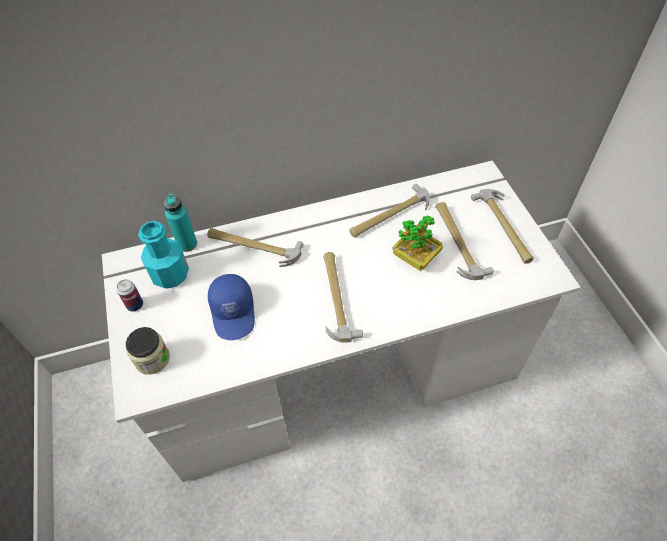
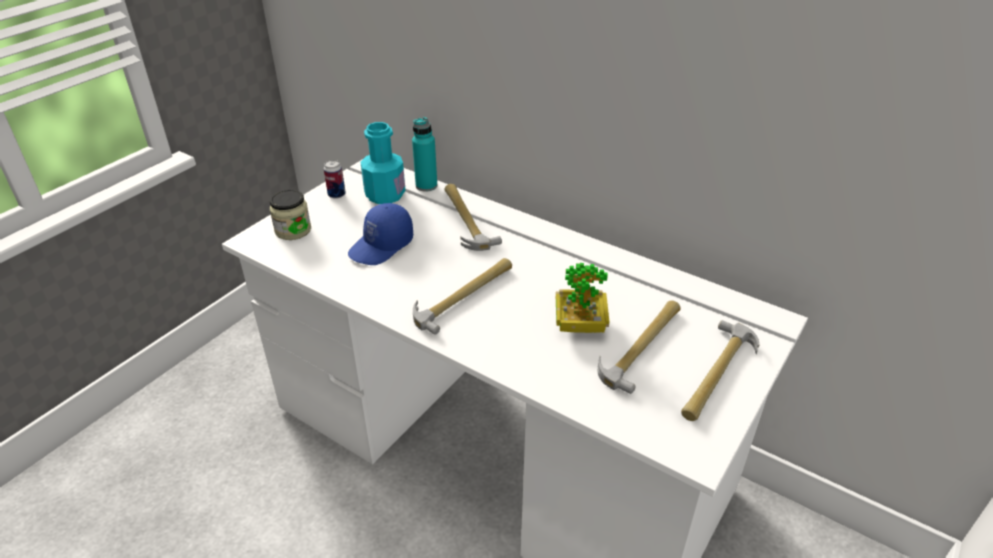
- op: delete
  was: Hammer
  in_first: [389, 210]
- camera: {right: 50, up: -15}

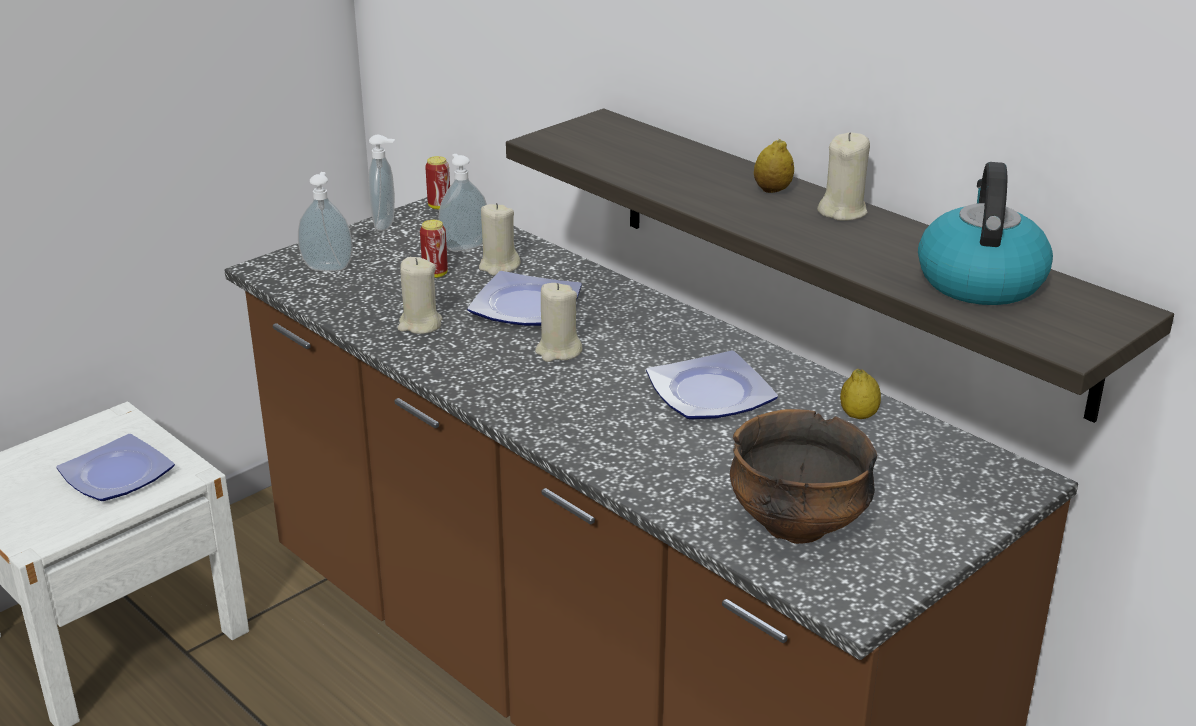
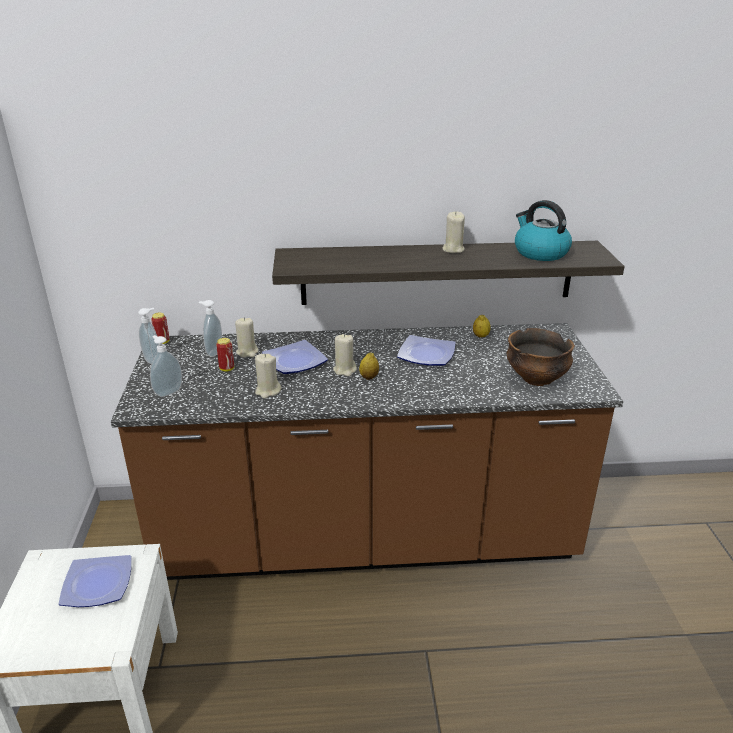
- op: move
  was: Zitrone
  in_first: [774, 166]
  in_second: [369, 366]
- camera: {right: -50, up: 0}

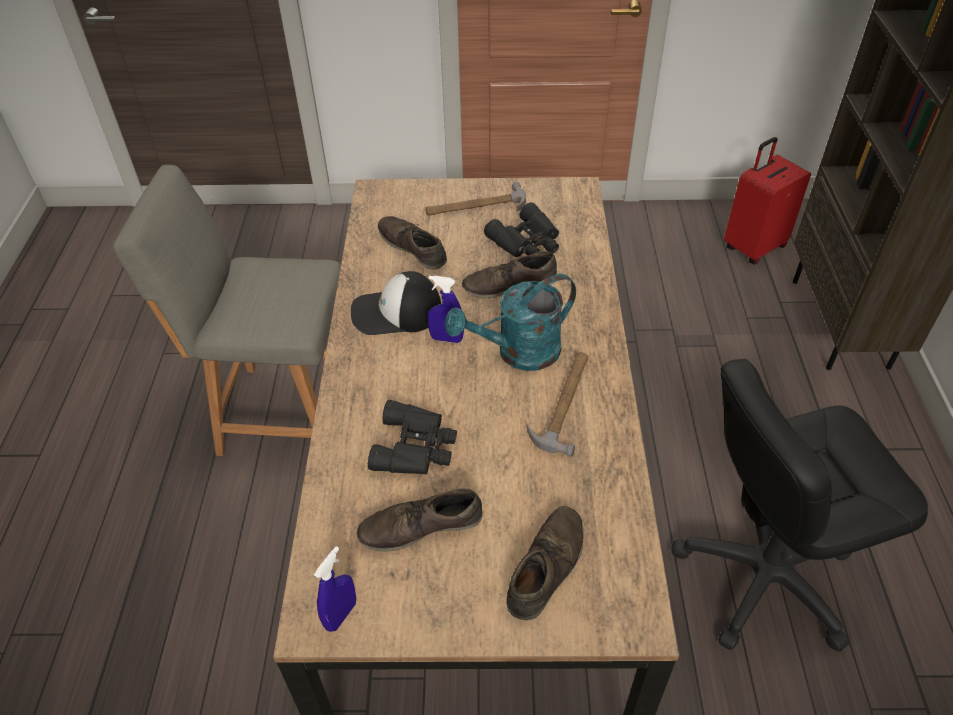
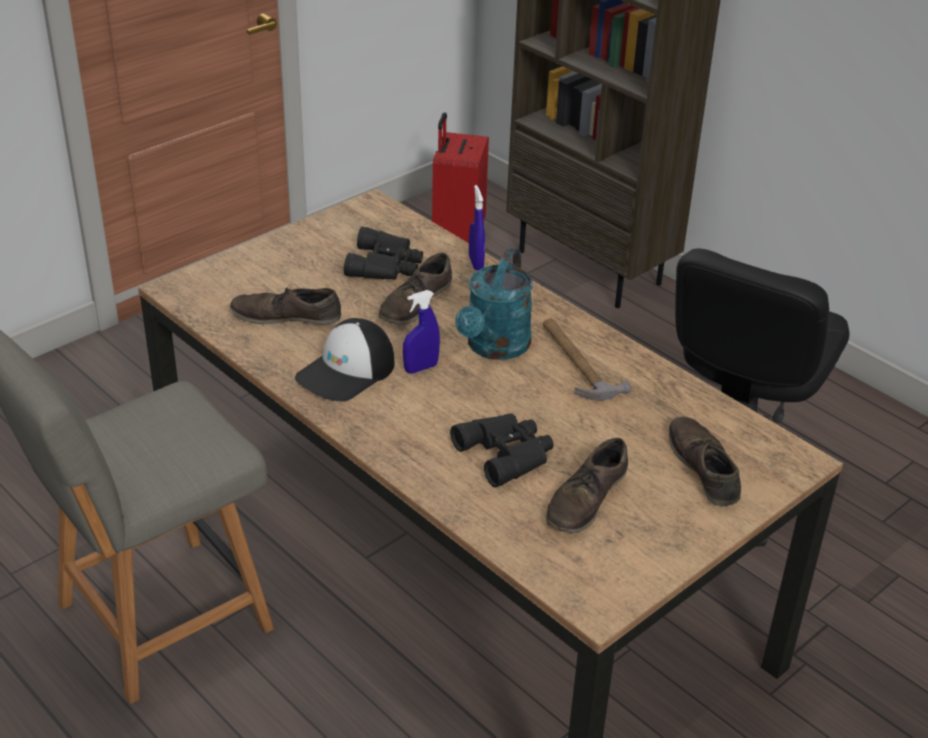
- op: delete
  was: Hammer
  in_first: [475, 199]
- op: move
  was: Sprühflasche (blau)
  in_first: [335, 589]
  in_second: [477, 227]
- camera: {right: -45, up: -10}

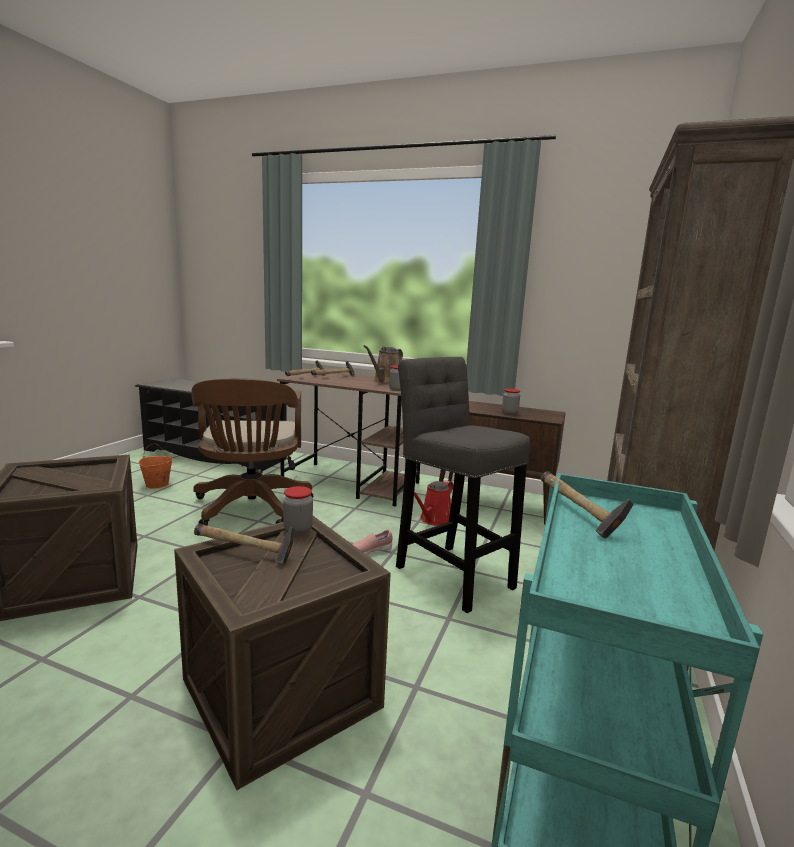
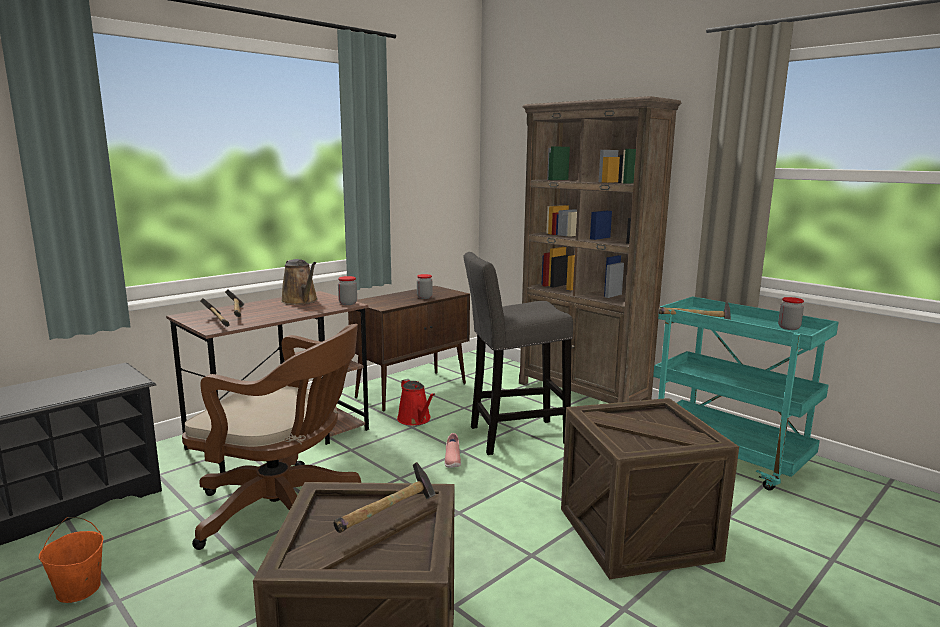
- op: move
  was: Vorratsglas
  in_first: [298, 510]
  in_second: [791, 313]
- op: move
  was: Hammer
  in_first: [244, 544]
  in_second: [385, 497]
- camera: {right: -65, up: 0}

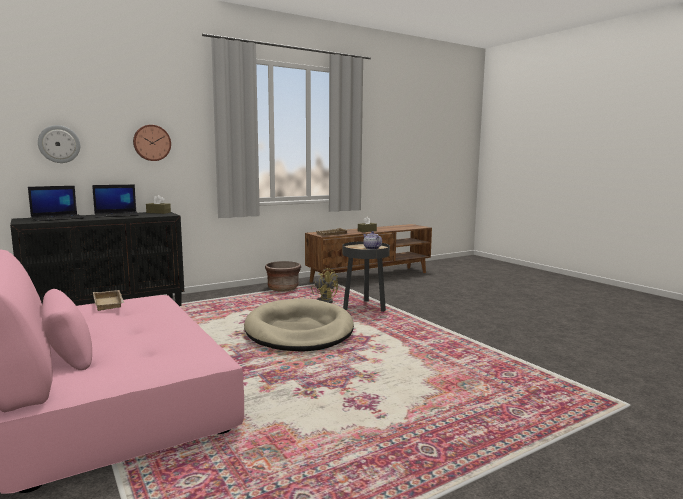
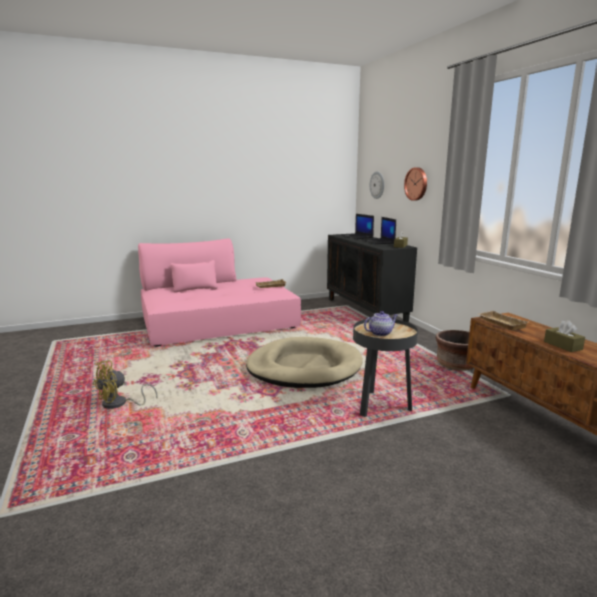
- op: move
  was: Ventilator (gelb)
  in_first: [324, 285]
  in_second: [125, 384]
- camera: {right: 100, up: 5}

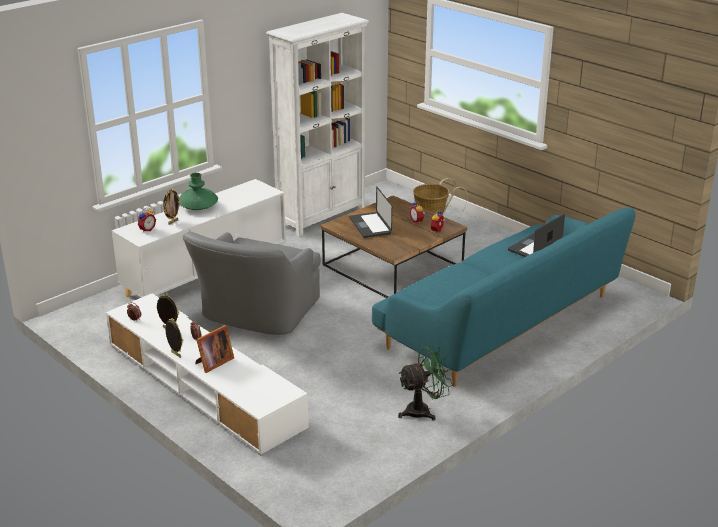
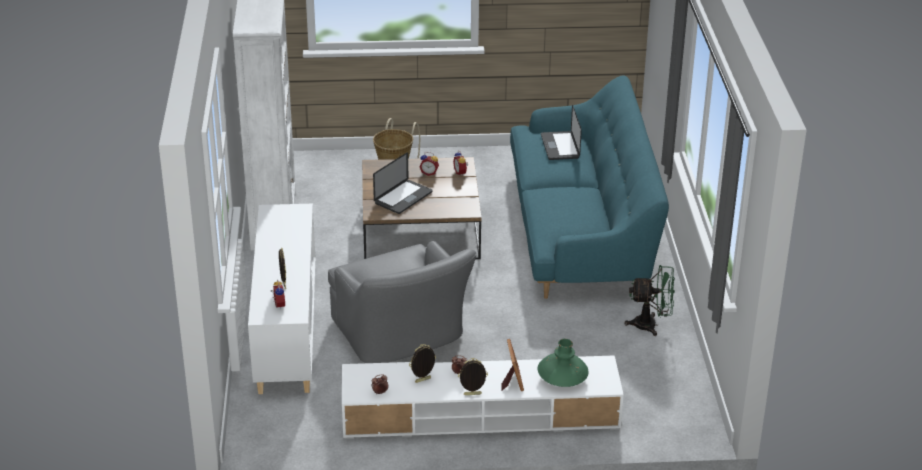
- op: move
  was: Vase (grün)
  in_first: [198, 191]
  in_second: [563, 363]
- op: rotate
  was: Laptop
  in_first: [370, 212]
  in_second: [403, 183]
  clockwise: -75
- op: rotate
  was: Ventilator (grün)
  in_first: [425, 383]
  in_second: [649, 300]
  clockwise: 75
- camera: {right: -50, up: 5}

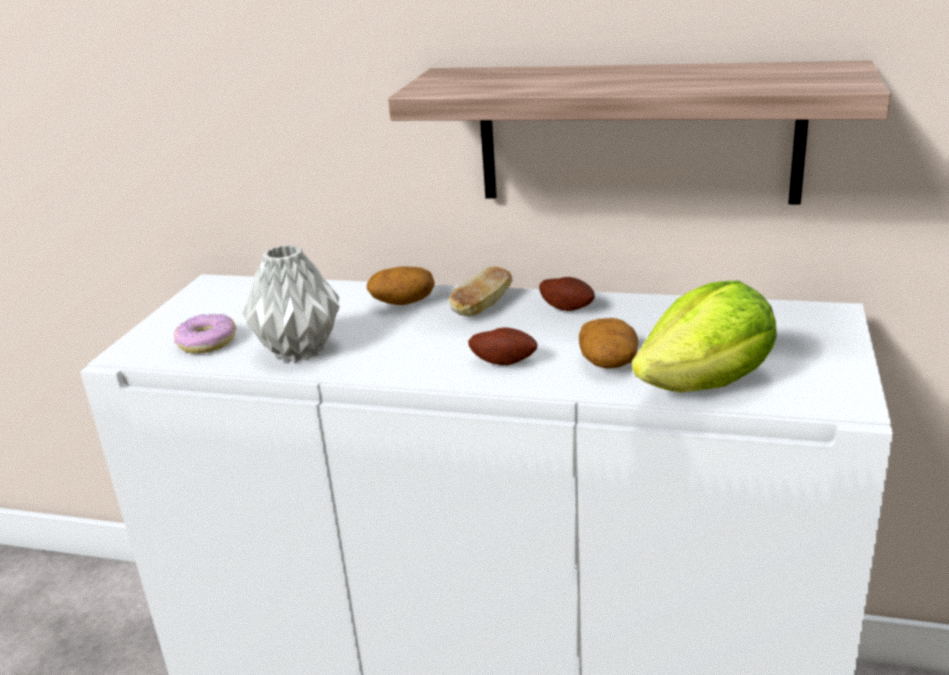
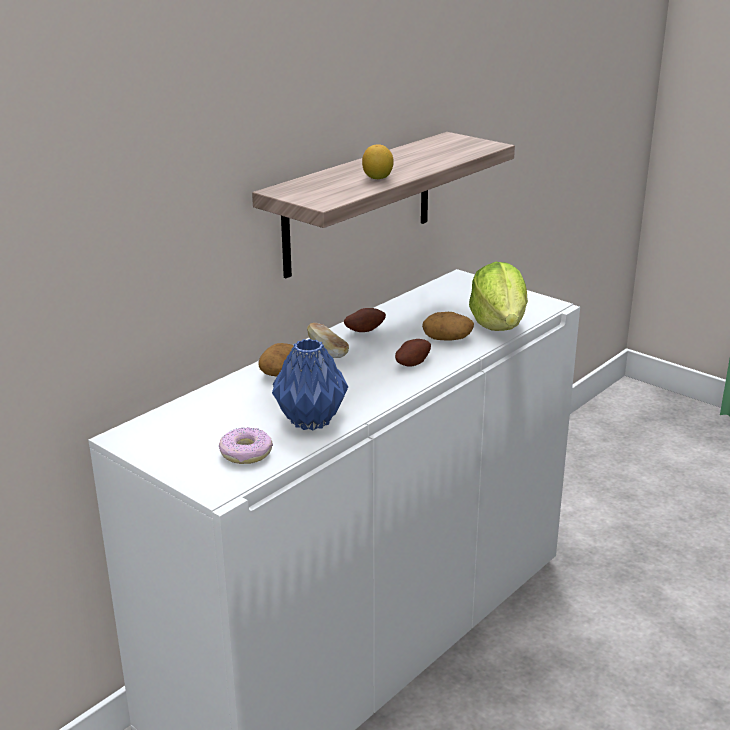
- op: recolor
  was: Vase (grau)
  now: Vase (blau)
  in_first: [291, 303]
  in_second: [310, 384]
- op: insert
  now: Zitrone
  in_second: [378, 161]
- camera: {right: -65, up: 0}

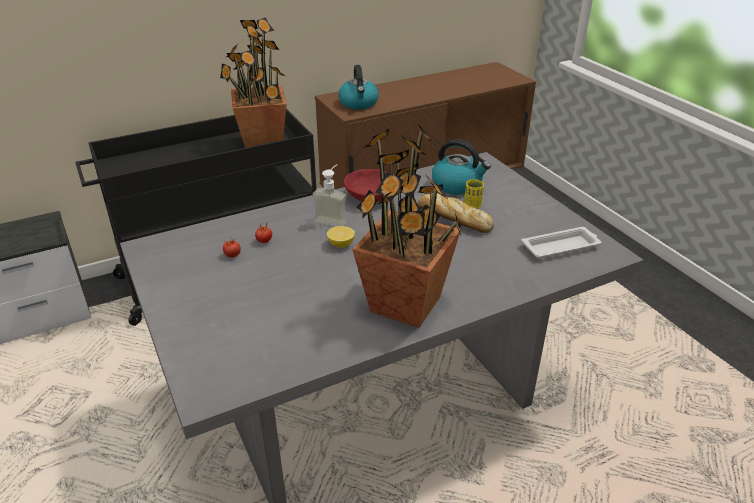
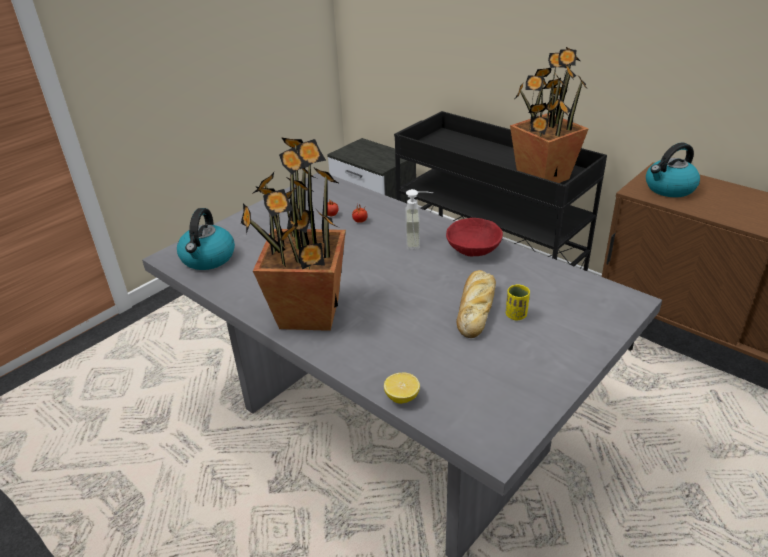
- op: move
  was: Wasserkessel
  in_first: [461, 167]
  in_second: [206, 239]
- op: move
  was: Zitrone
  in_first: [341, 237]
  in_second: [402, 388]
- op: delete
  was: Tablett (weiß)
  in_first: [561, 243]
- camera: {right: 70, up: 0}

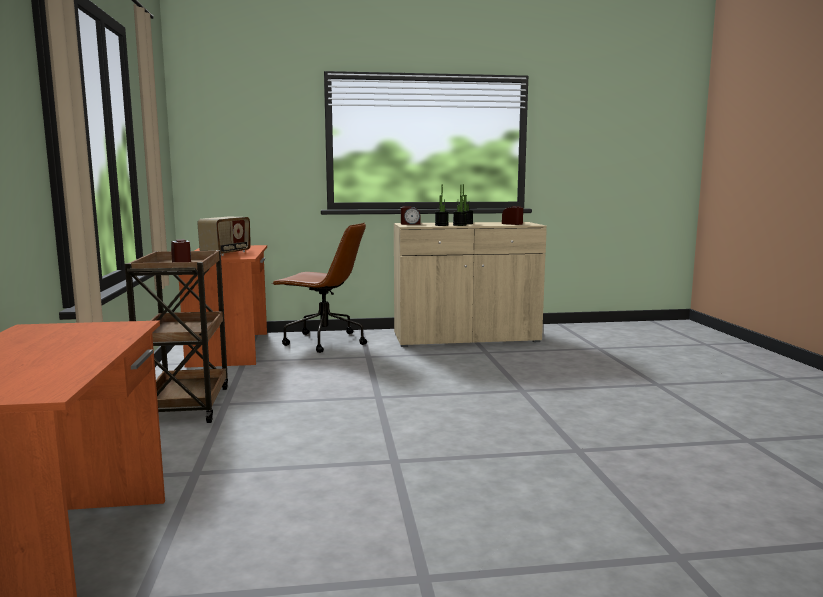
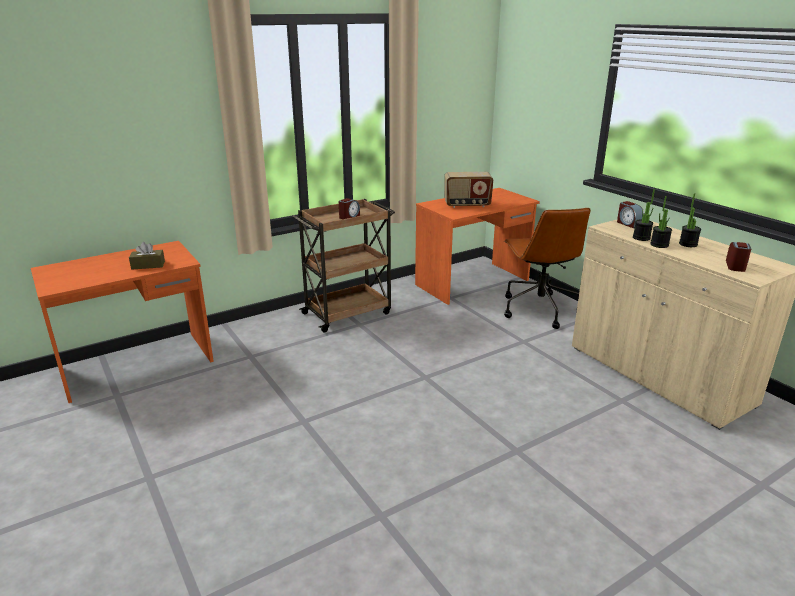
- op: insert
  now: Taschentuchbox (braun)
  in_second: [147, 256]
- camera: {right: 65, up: 15}

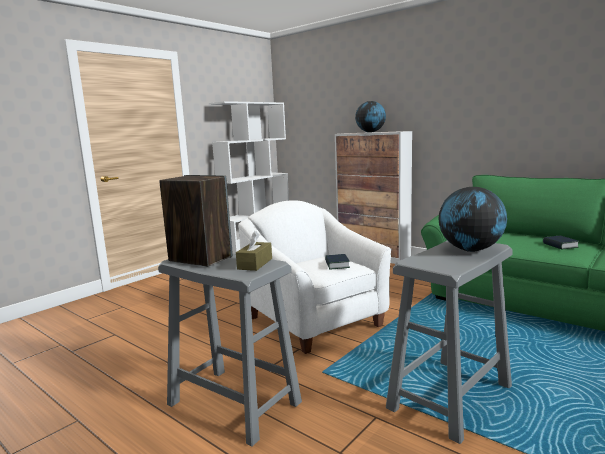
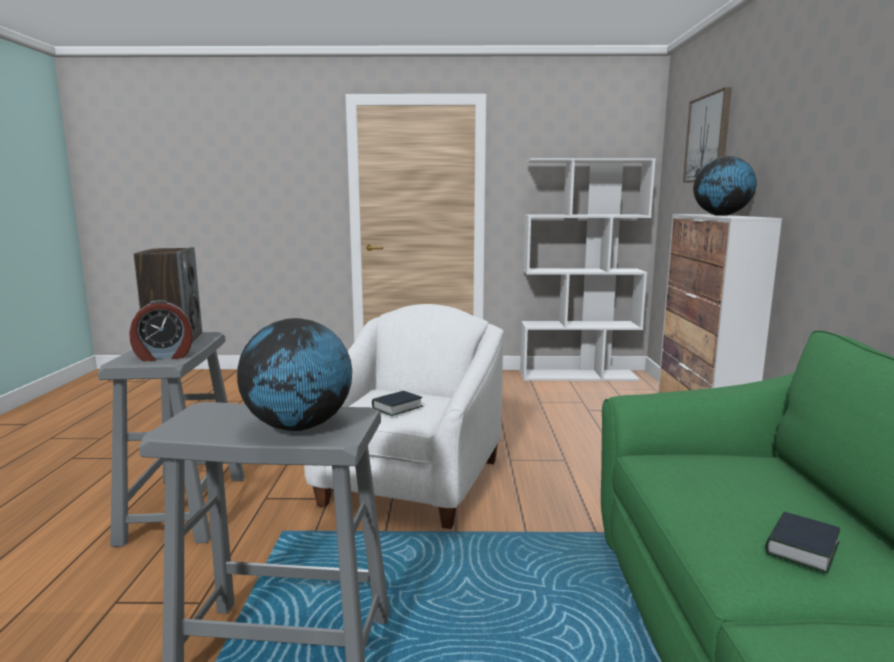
- op: replace
  was: Taschentuchbox (braun)
  now: Wecker
  in_first: [254, 251]
  in_second: [161, 331]
- op: insert
  now: Bild
  in_second: [707, 135]
- camera: {right: 50, up: 0}

